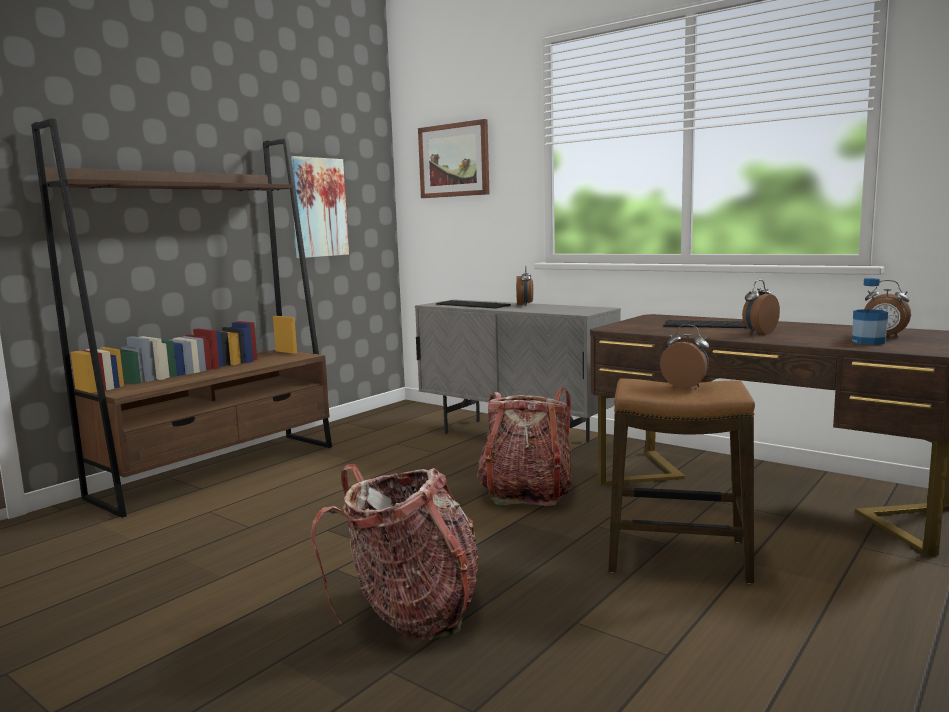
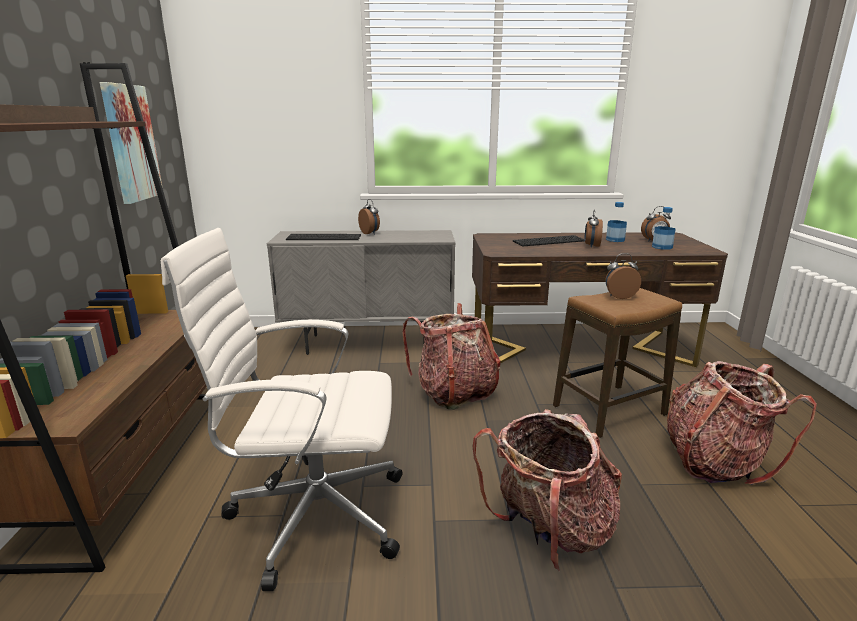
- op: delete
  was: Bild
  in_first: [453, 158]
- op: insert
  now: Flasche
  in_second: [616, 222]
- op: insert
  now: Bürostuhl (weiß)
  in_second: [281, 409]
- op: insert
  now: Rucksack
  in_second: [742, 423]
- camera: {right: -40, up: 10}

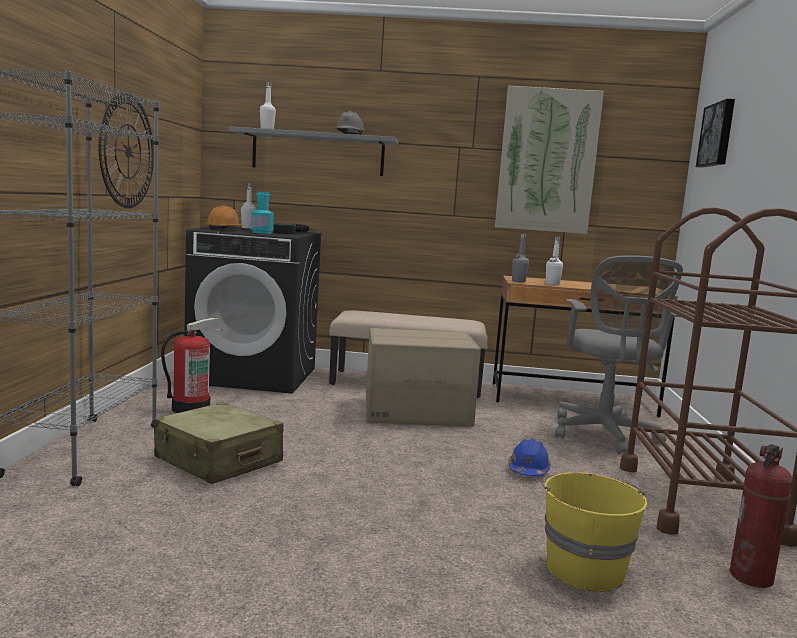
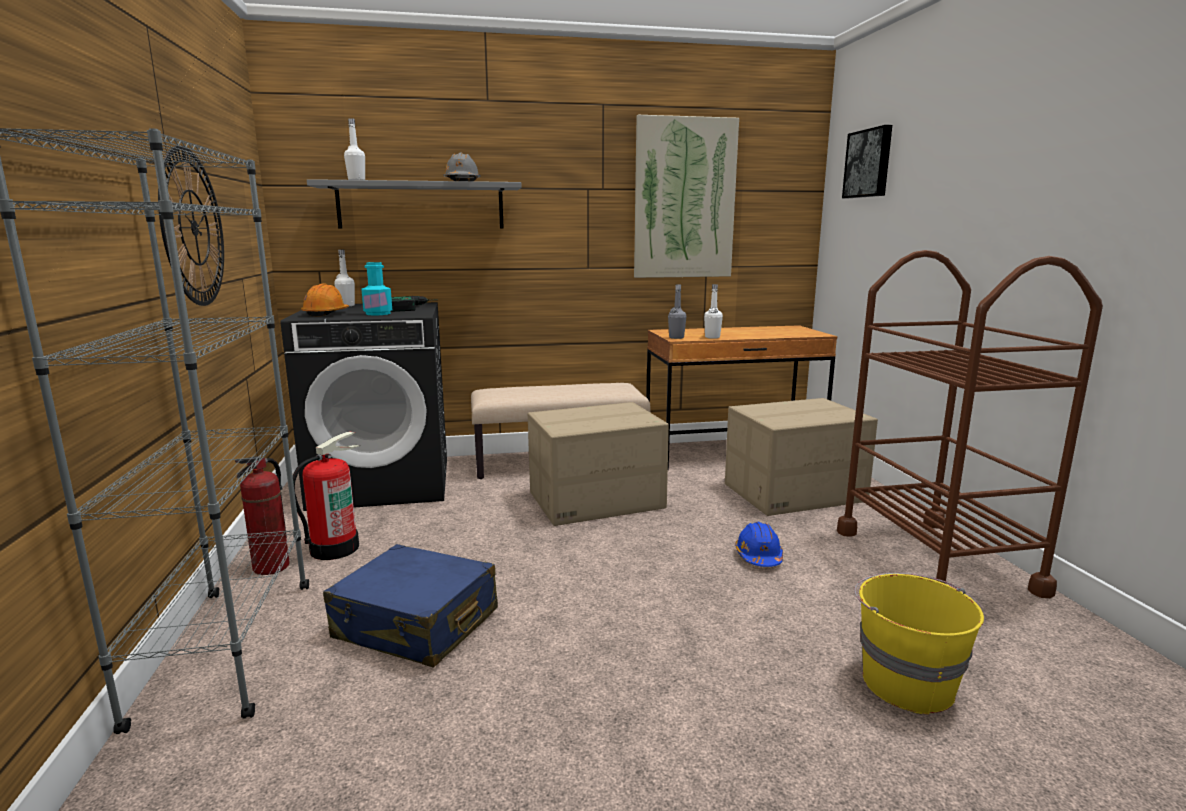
- op: replace
  was: Bürostuhl (grau)
  now: Karton
  in_first: [619, 354]
  in_second: [801, 457]
- op: recolor
  was: Koffer (beige)
  now: Koffer (blau)
  in_first: [219, 443]
  in_second: [410, 606]
- op: move
  was: Feuerlöscher
  in_first: [760, 516]
  in_second: [262, 515]
- camera: {right: -15, up: 5}

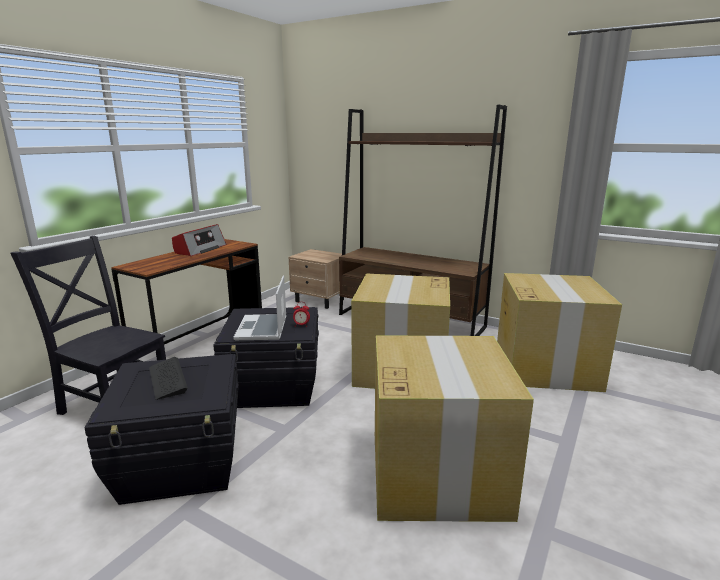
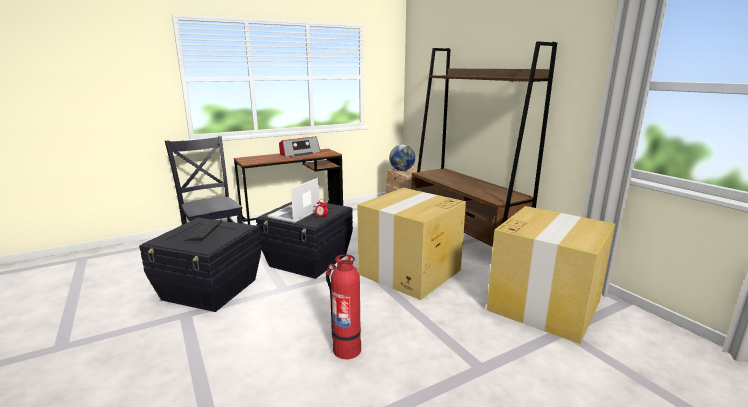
- op: replace
  was: Karton
  now: Feuerlöscher
  in_first: [454, 428]
  in_second: [343, 306]
- op: insert
  now: Globus
  in_second: [402, 157]
- camera: {right: 30, up: 0}

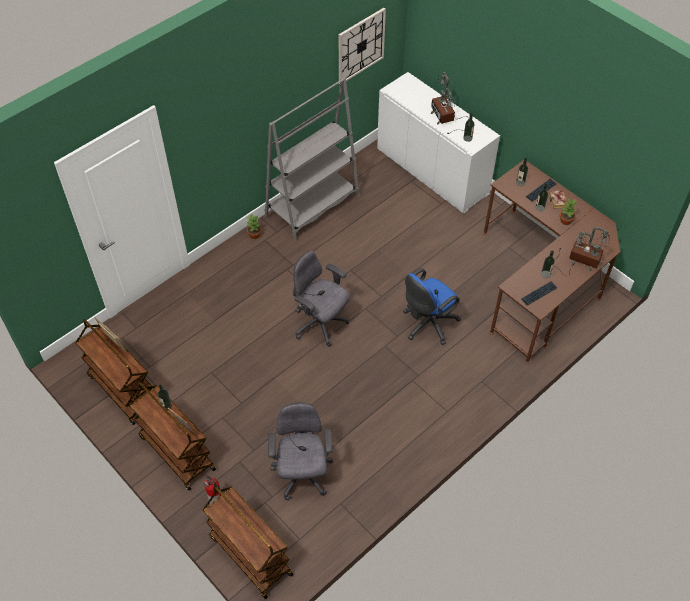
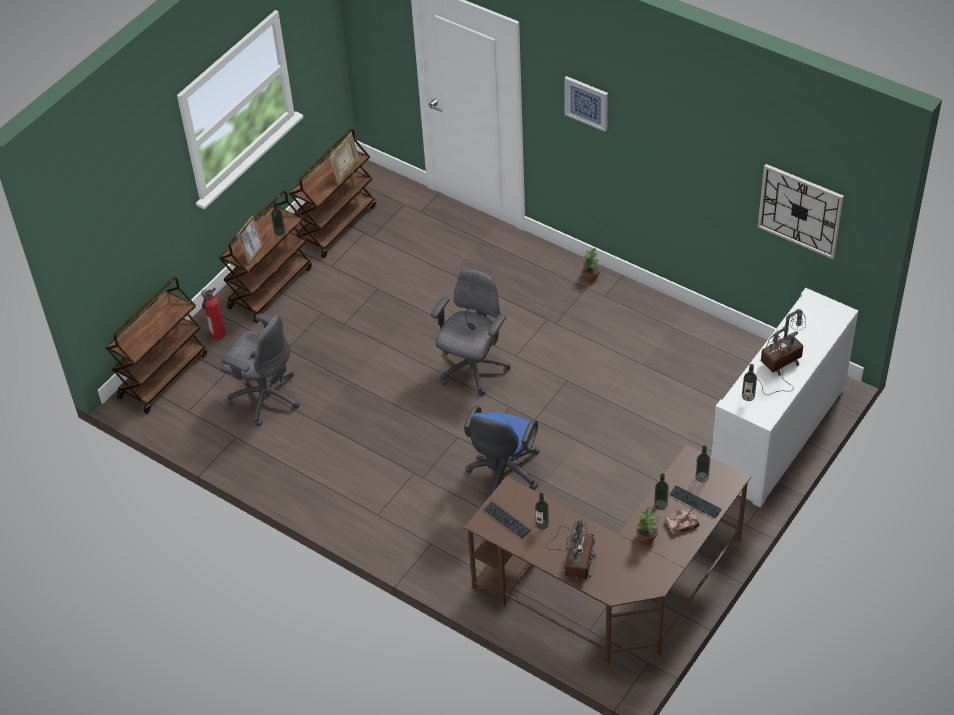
- op: delete
  was: Bücherregal (grau)
  in_first: [312, 159]
- op: rotate
  was: Bürostuhl (blau)
  in_first: [432, 306]
  in_second: [502, 449]
  clockwise: -105
- op: rotate
  was: Bürostuhl (grau)
  in_first: [300, 451]
  in_second: [260, 369]
  clockwise: 45
- op: insert
  now: Bild
  in_second: [586, 104]
- camera: {right: 80, up: -5}

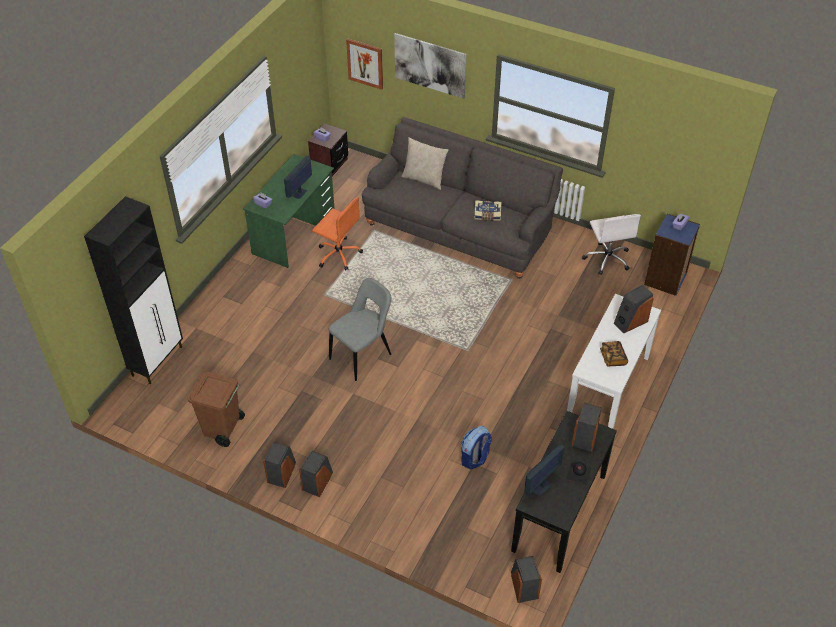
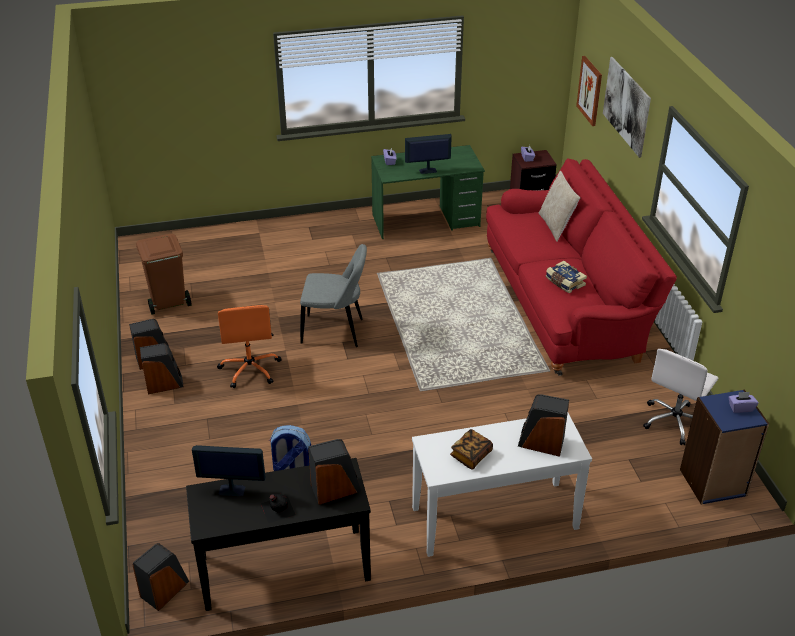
- op: recolor
  was: Sofa (grau)
  now: Sofa (rot)
  in_first: [462, 198]
  in_second: [581, 267]
- op: delete
  was: Schrank (schwarz)
  in_first: [133, 290]
- op: move
  was: Bürostuhl (orange)
  in_first: [337, 234]
  in_second: [249, 346]
- camera: {right: 50, up: -10}

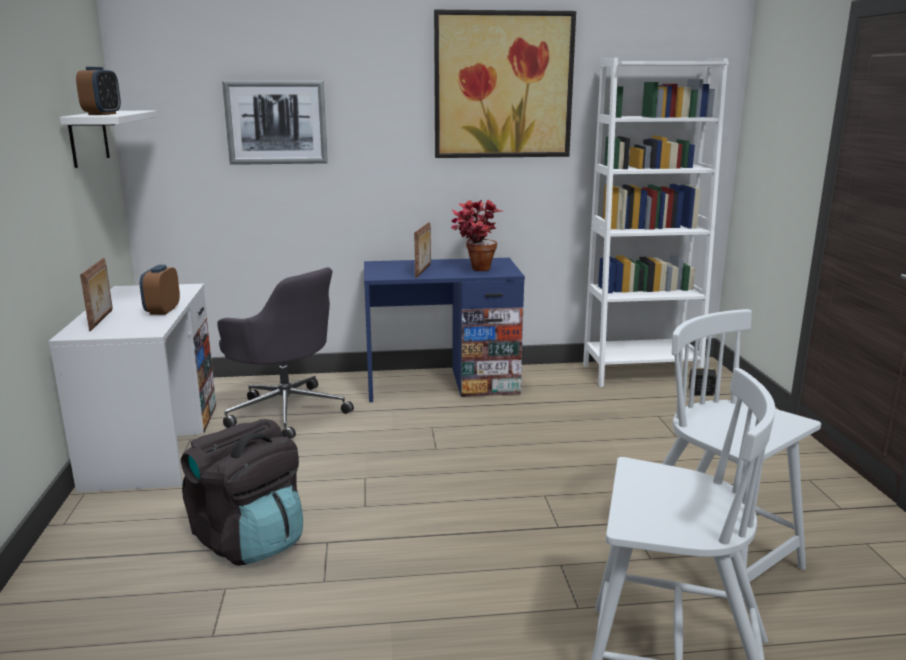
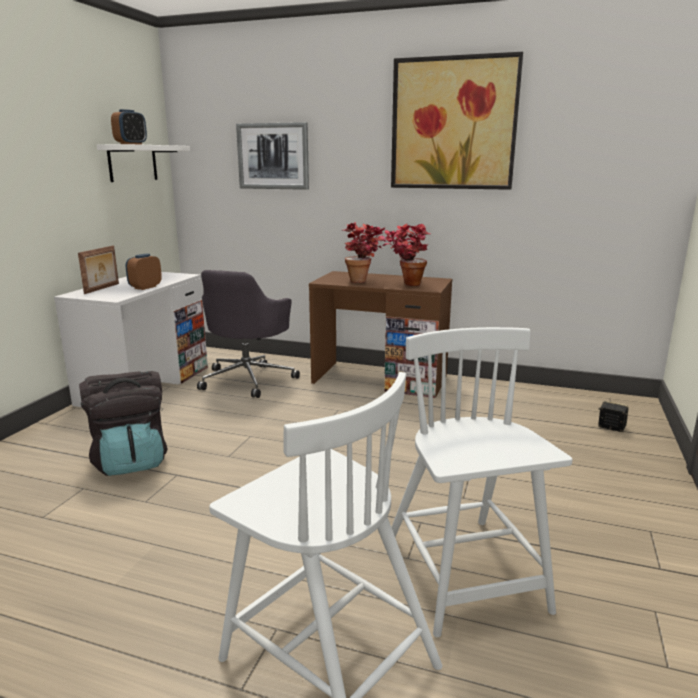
- op: delete
  was: Bücherregal (weiß)
  in_first: [656, 222]
- op: replace
  was: Bilderrahmen
  now: Topfpflanze
  in_first: [422, 250]
  in_second: [364, 252]
- op: recolor
  was: Schreibtisch (blau)
  now: Schreibtisch (braun)
  in_first: [444, 330]
  in_second: [380, 334]
- op: rotate
  was: Bürostuhl (grau)
  in_first: [285, 353]
  in_second: [248, 334]
  clockwise: 45
- camera: {right: 25, up: 0}

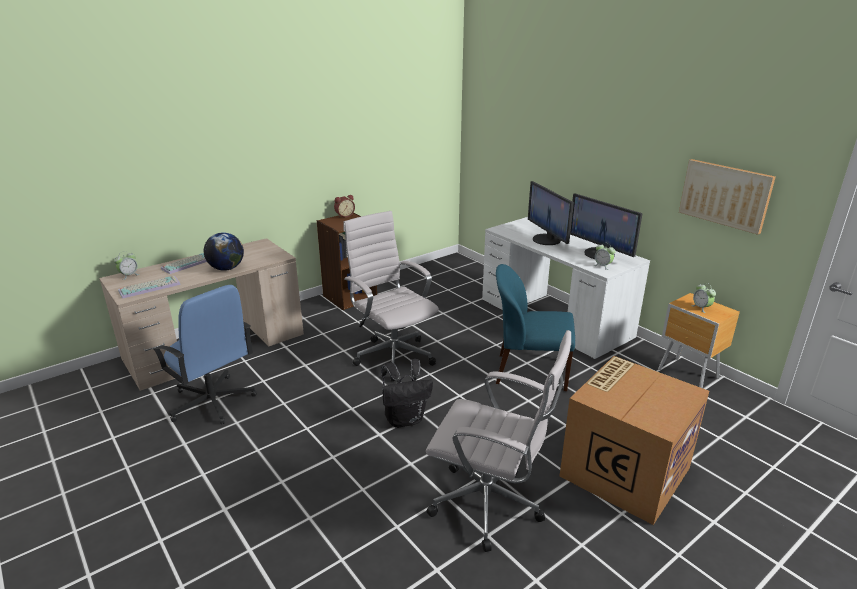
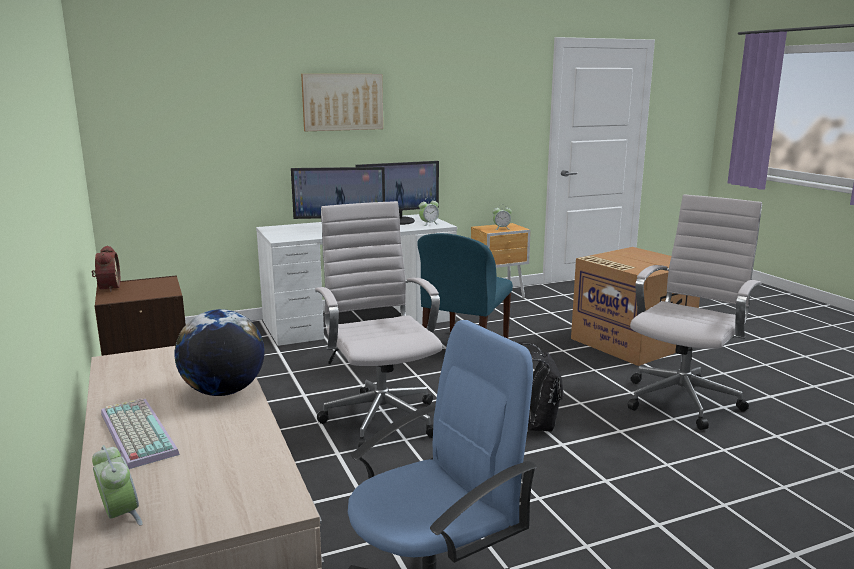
- op: move
  was: Bild
  in_first: [727, 197]
  in_second: [342, 102]
- op: rotate
  was: Bürostuhl (weiß)
  in_first: [391, 296]
  in_second: [378, 324]
  clockwise: 90
- op: delete
  was: Tastatur
  in_first: [149, 287]
- camera: {right: -75, up: -10}

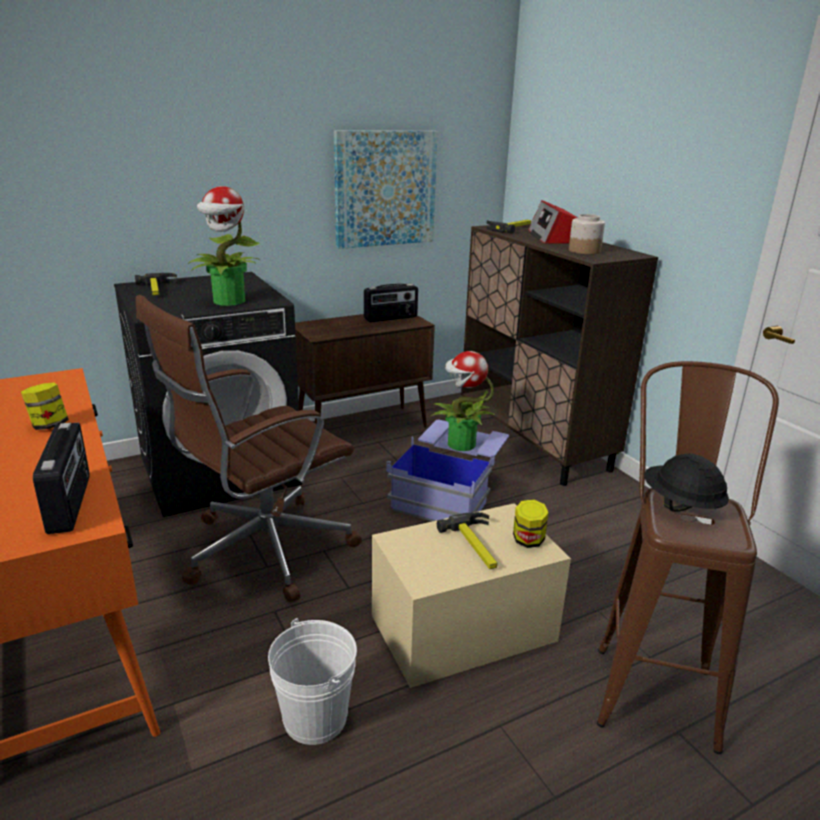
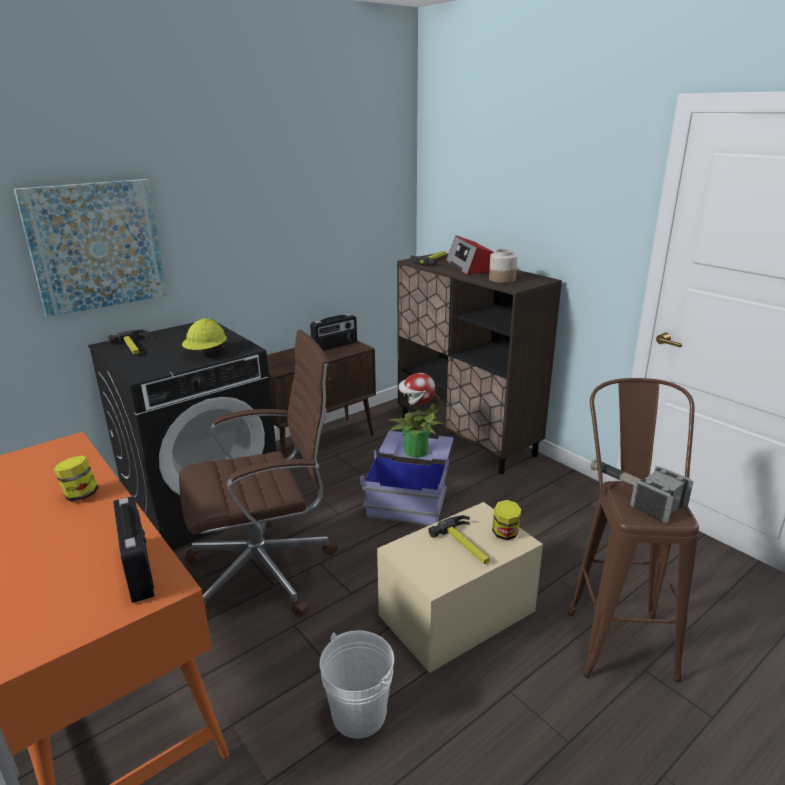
- op: move
  was: Bild
  in_first: [386, 189]
  in_second: [90, 248]
- op: replace
  was: Topfpflanze
  now: Schutzhelm (gelb)
  in_first: [224, 246]
  in_second: [204, 336]
- op: rotate
  was: Bürostuhl (braun)
  in_first: [248, 448]
  in_second: [258, 475]
  clockwise: -150
- op: replace
  was: Schutzhelm (schwarz)
  now: Hammer
  in_first: [686, 482]
  in_second: [641, 490]
- camera: {right: -10, up: 0}

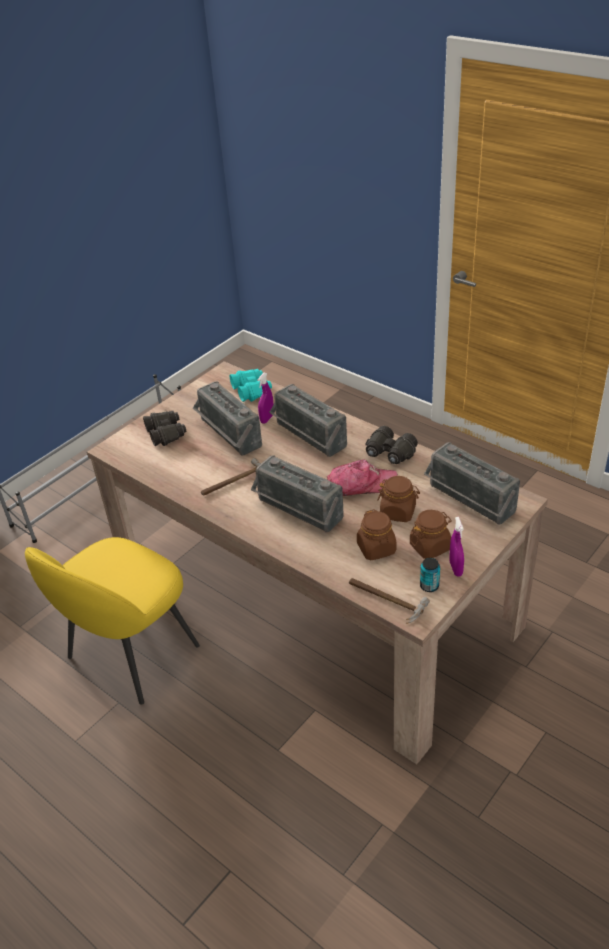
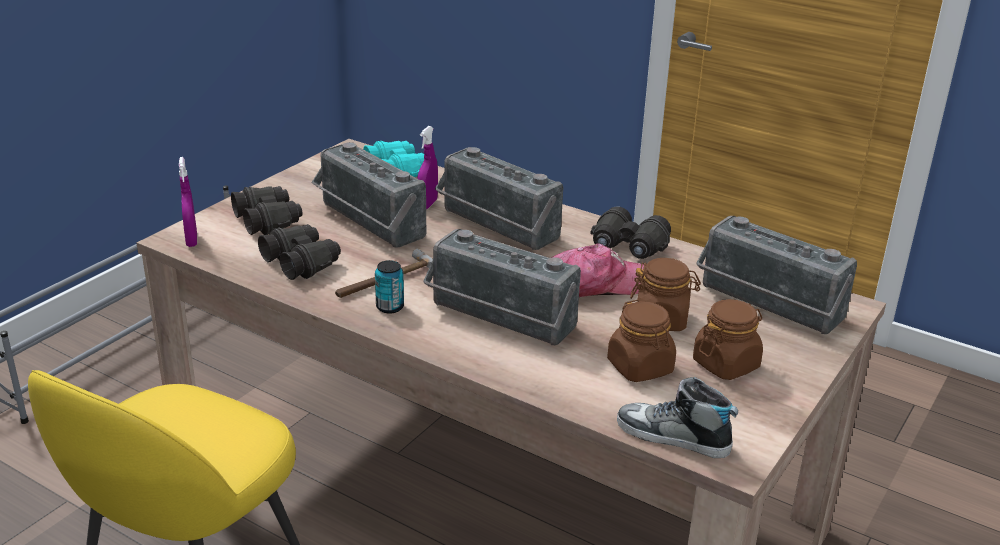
- op: move
  was: Sprühflasche (lila)
  in_first: [456, 546]
  in_second: [188, 202]
- op: move
  was: Dose
  in_first: [430, 575]
  in_second: [389, 287]
- op: replace
  was: Hammer
  now: Schuh
  in_first: [389, 601]
  in_second: [677, 417]
- op: insert
  now: Fernglas (schwarz)
  in_second: [299, 252]
- camera: {right: -10, up: -10}

